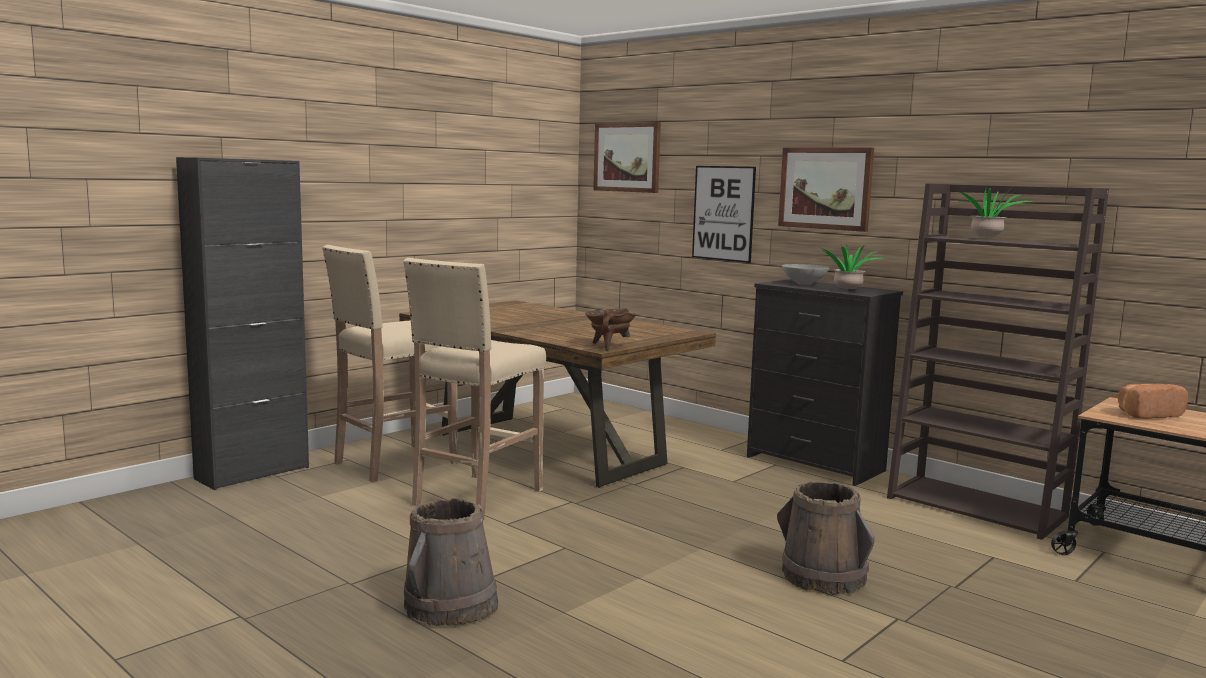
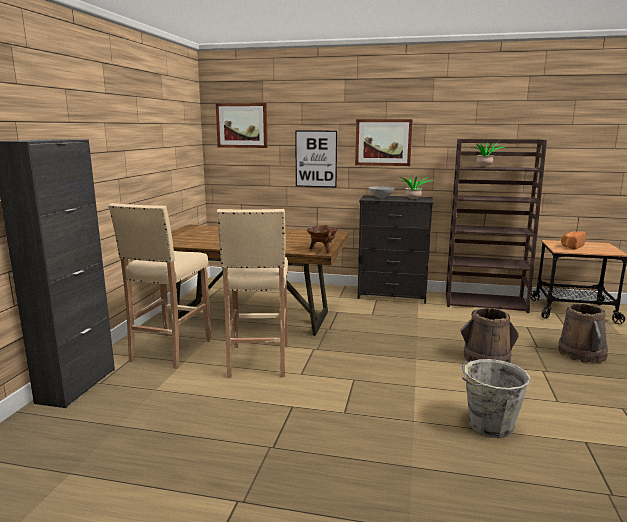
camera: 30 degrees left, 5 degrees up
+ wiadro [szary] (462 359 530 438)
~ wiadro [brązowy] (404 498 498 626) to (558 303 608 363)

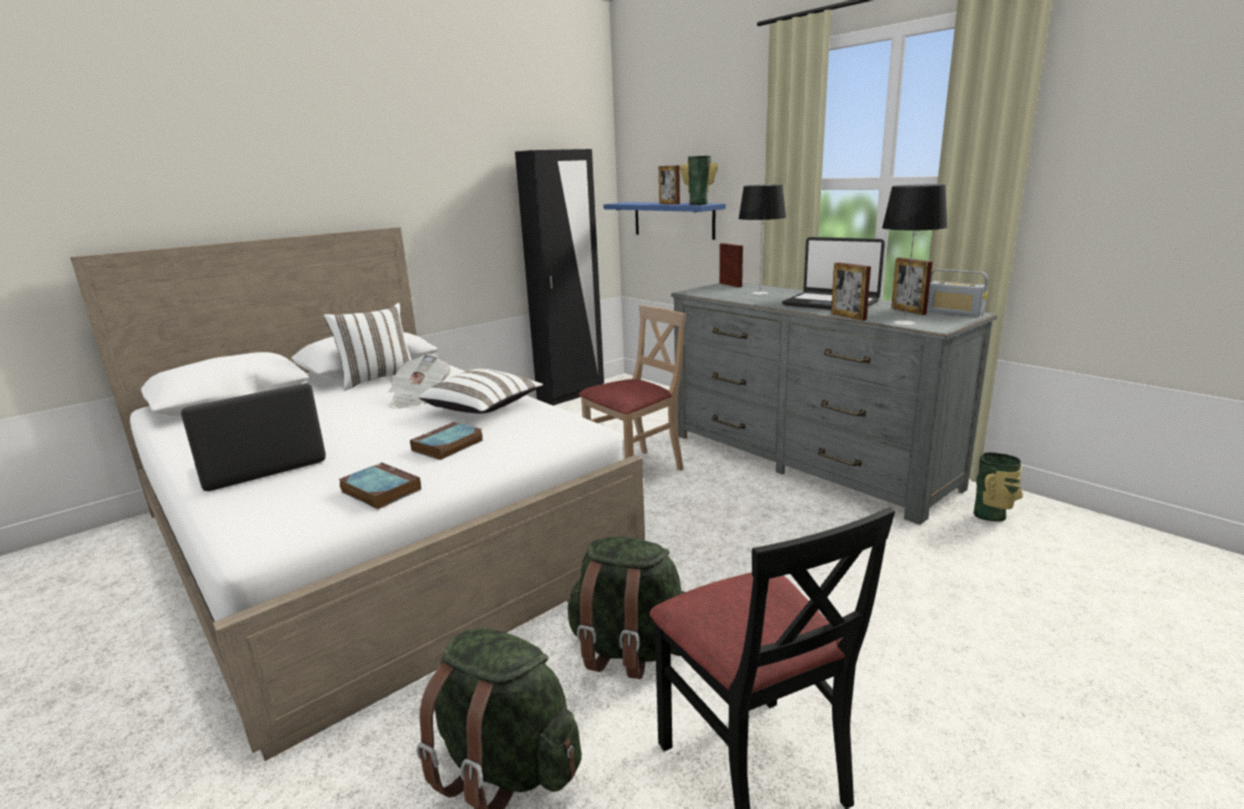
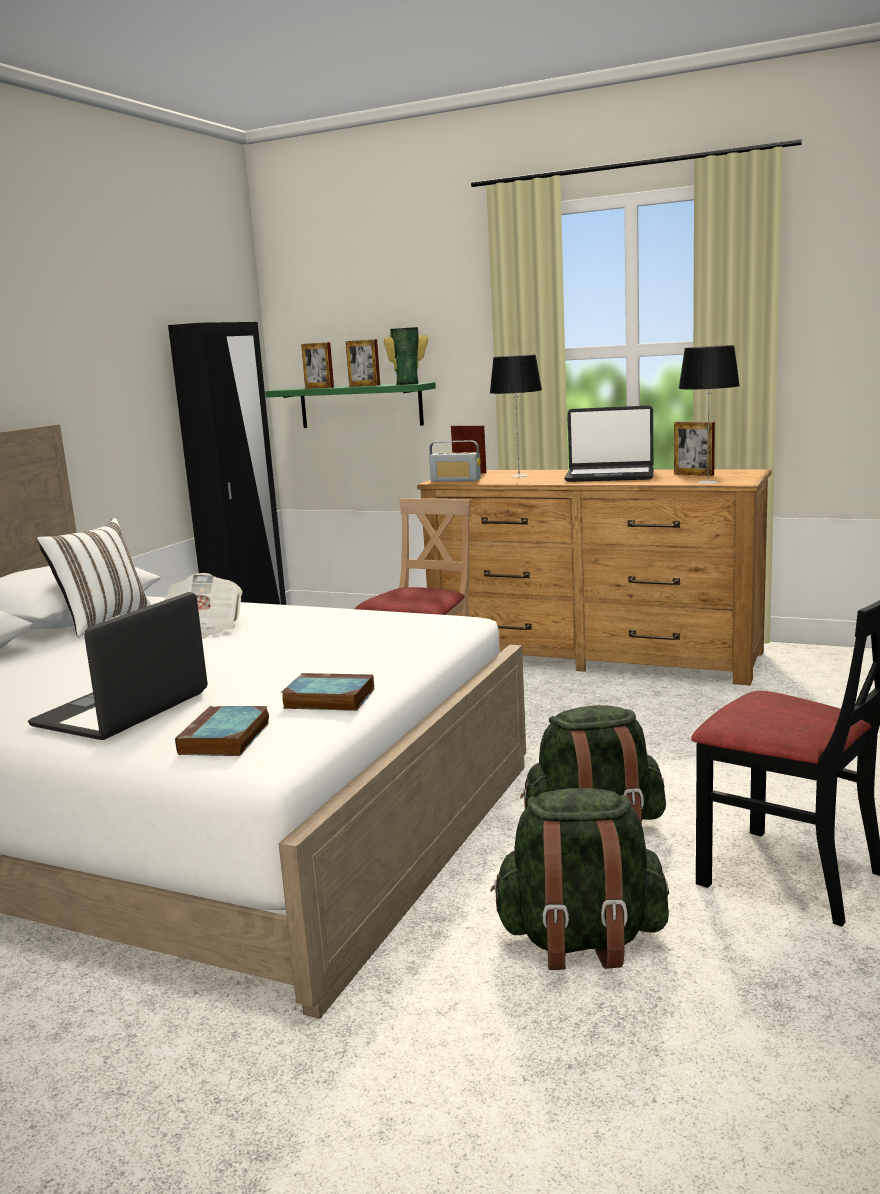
camera: 25 degrees left, 5 degrees down
- poduszka [biały] (419 369 543 413)
- wazon (974 452 1023 521)
~ książka (410 422 483 460) to (175 706 269 756)
~ ramka na zdjęcie (831 262 871 321) to (301 342 334 389)
~ radio (927 269 988 316) to (429 440 481 482)
~ półka [niebieski] (603 202 725 240) to półka [zielony] (265 382 436 428)
~ komoda [szary] (671 283 997 525) to komoda [brązowy] (417 469 771 685)

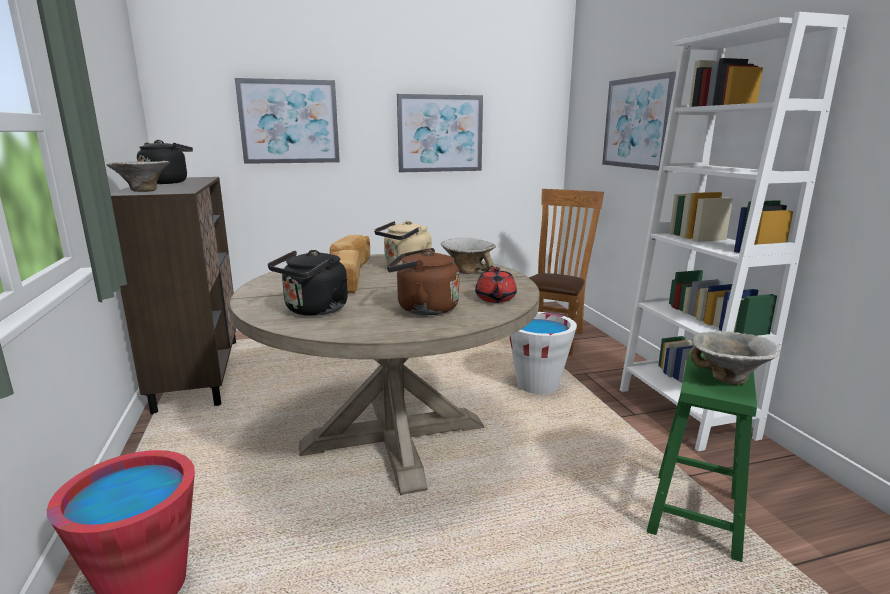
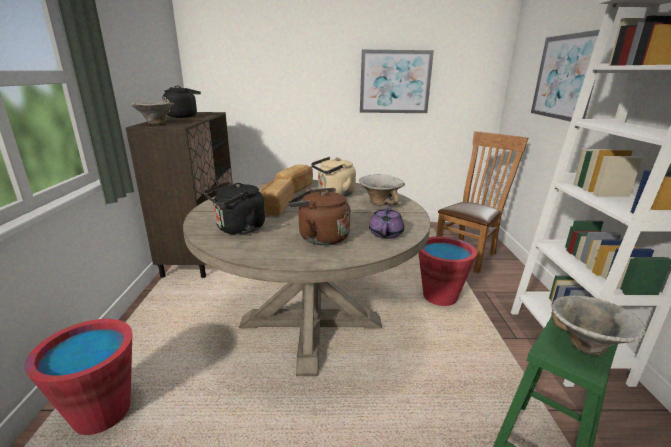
camera: 15 degrees right, 5 degrees up
- obraz (235 78 340 164)
~ imbryk [czerwony] (475 266 517 303) to imbryk [fioletowy] (369 204 404 239)
~ wiadro [biały] (509 312 577 394) to wiadro [czerwony] (419 236 477 306)

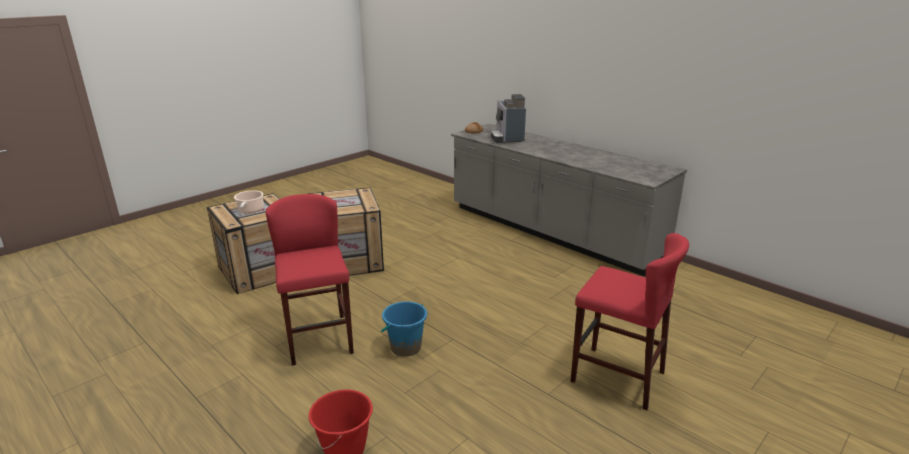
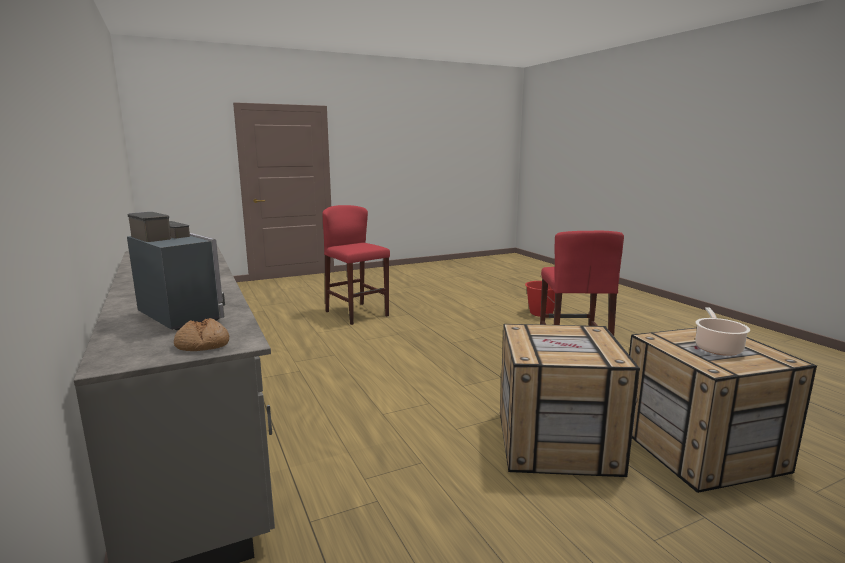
camera: 160 degrees left, 10 degrees down
- wiadro [niebieski] (381 301 427 357)
~ ekspres do kawy (491 94 526 143) = (127 212 225 330) 60 degrees counterclockwise

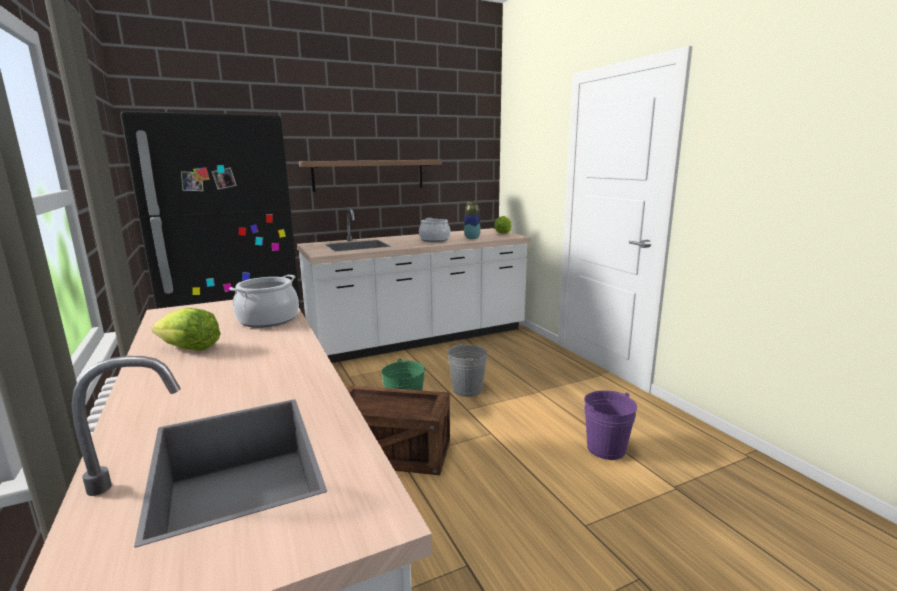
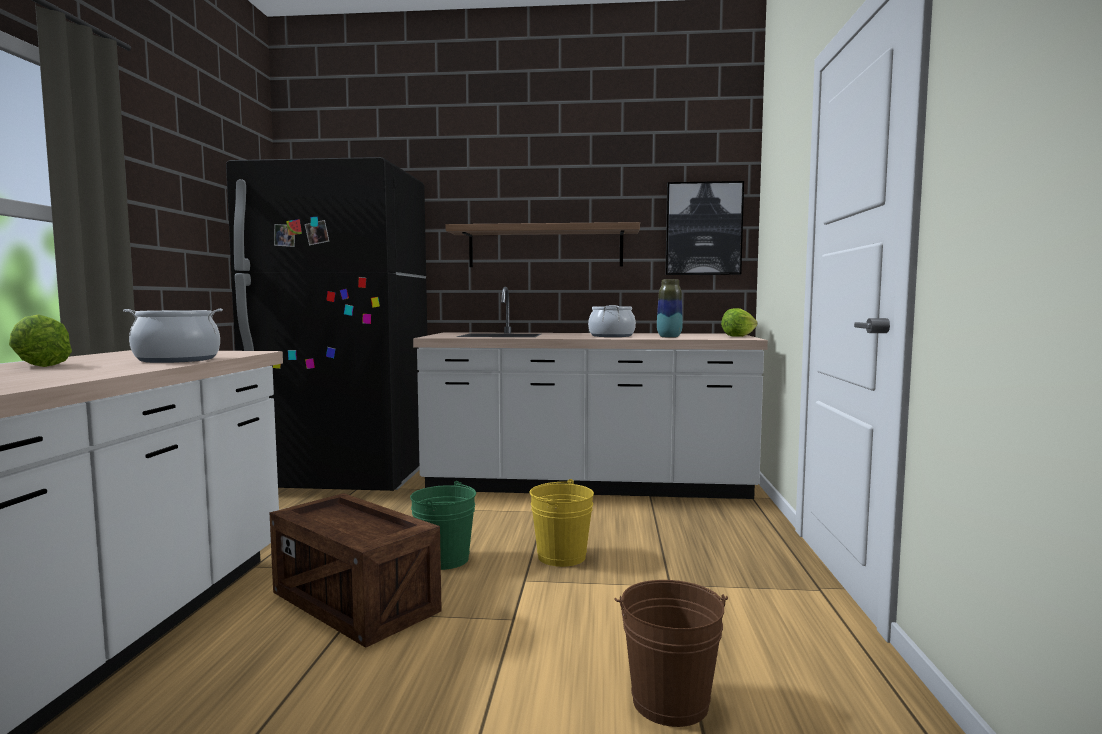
camera: 30 degrees right, 10 degrees down
+ obraz (665 181 744 275)
~ wiadro [szary] (447 342 487 397) to wiadro [żółty] (530 479 594 567)
~ wiadro [fioletowy] (584 390 637 460) to wiadro [brązowy] (614 580 728 727)

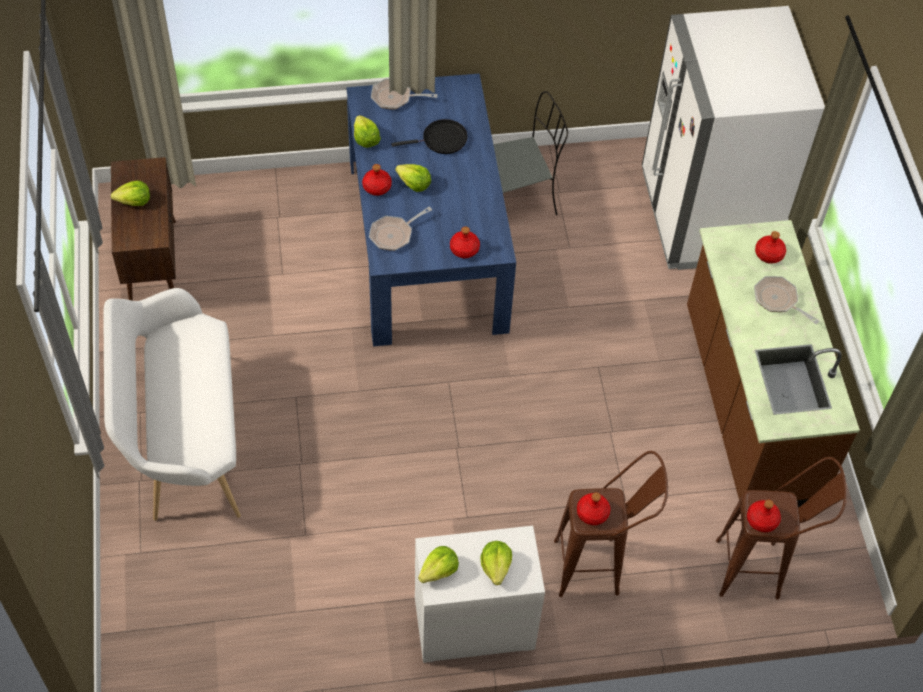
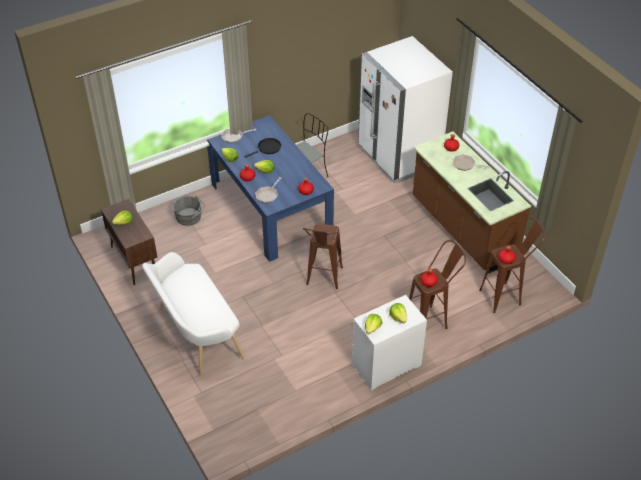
camera: 20 degrees left, 10 degrees down
+ wiadro [szary] (172 195 205 226)
+ stołek [brązowy] (303 224 343 289)

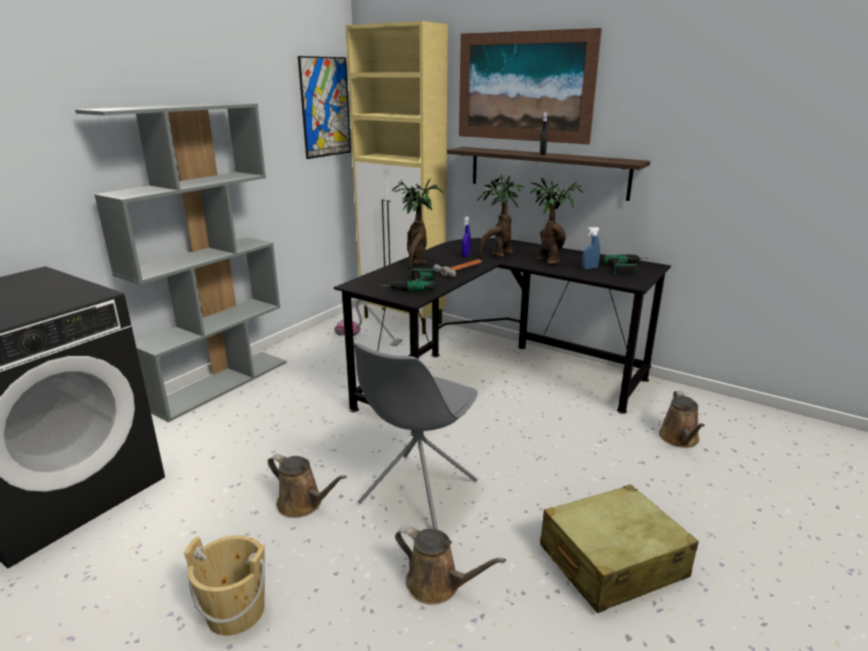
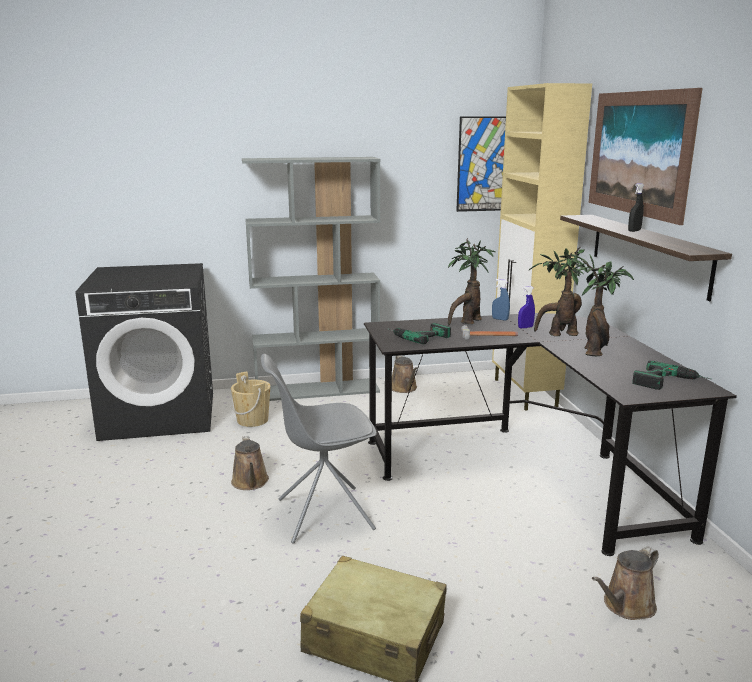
camera: 45 degrees right, 5 degrees down
- odkurzacz (334 299 403 346)
~ wiadro [beżowy] (184 535 265 636) to (231 371 271 427)
~ konewka [brązowy] (395 526 506 604) to (392 355 417 393)
~ spryskiwacz [niebieski] (582 227 600 269) to (492 279 510 321)

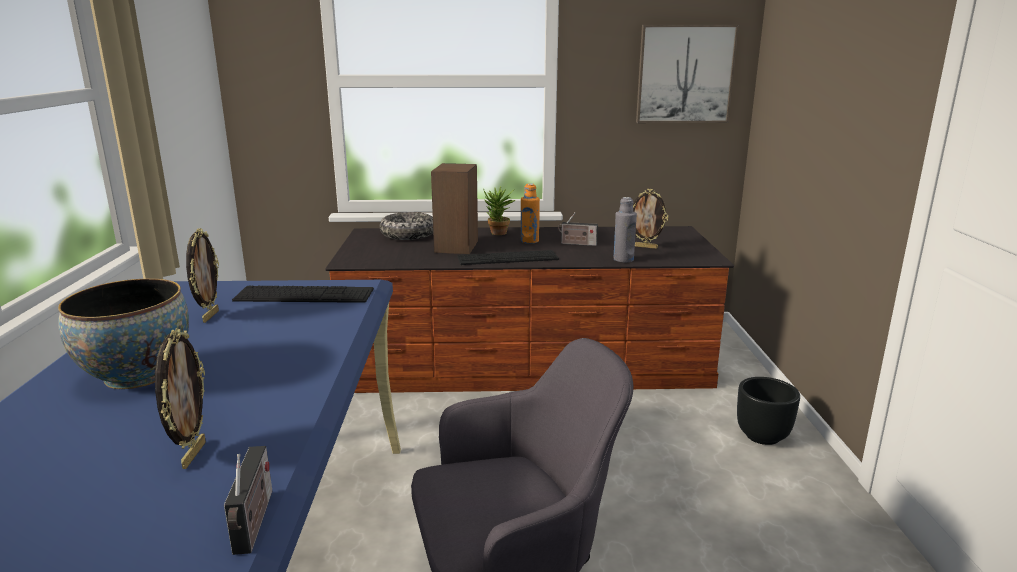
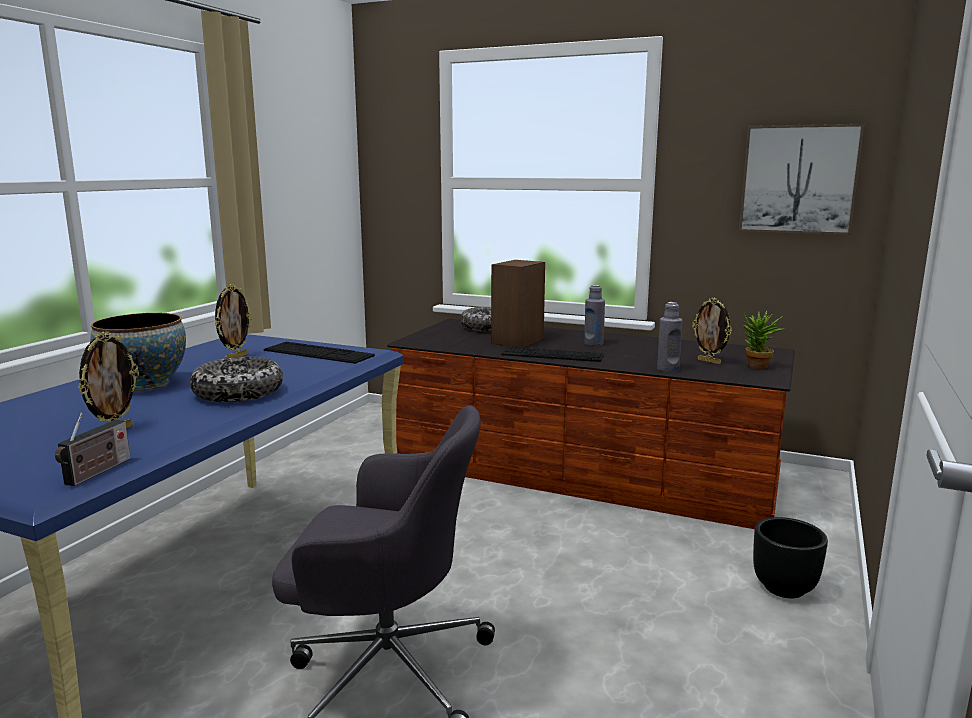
camera: 25 degrees right, 5 degrees down
- radio (558 212 598 246)
+ miska (190 357 283 402)
~ roślina doniczkowa (483 186 515 235) to (744 311 785 369)
~ butelka [pomarańczowy] (521 183 540 244) to butelka [szary] (584 285 605 346)

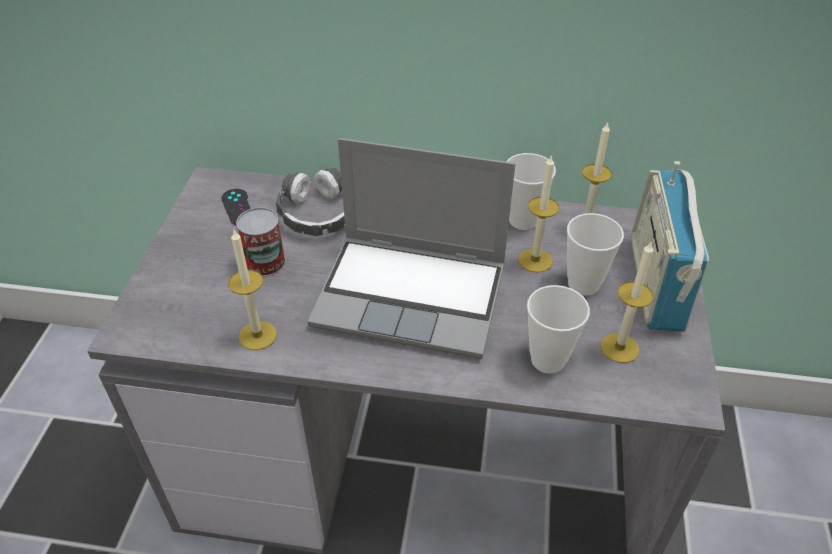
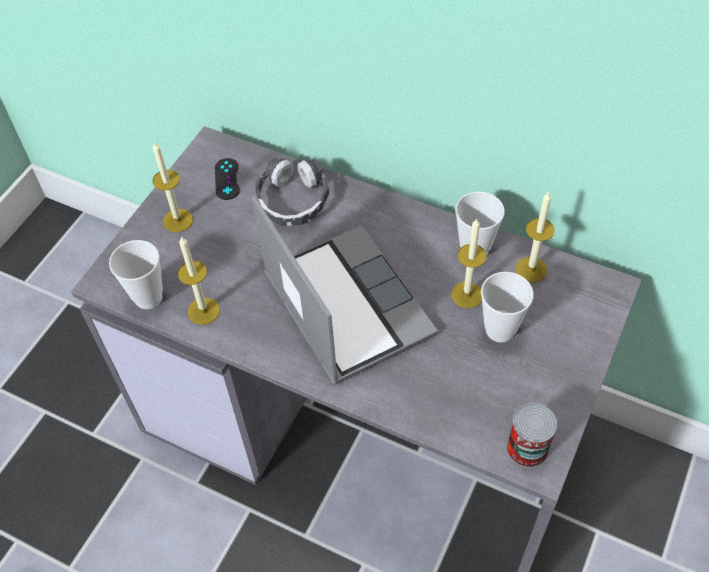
camera: 20 degrees right, 10 degrees up
- radio (631 161 709 332)
~ puszka (236 207 286 277) to (507 403 557 468)
~ filiżanka (527 285 590 374) to (109 240 163 309)
~ świeca (600 241 654 363) to (153 141 193 232)
~ laptop (308 138 515 359) = (252 195 438 385) 150 degrees counterclockwise

